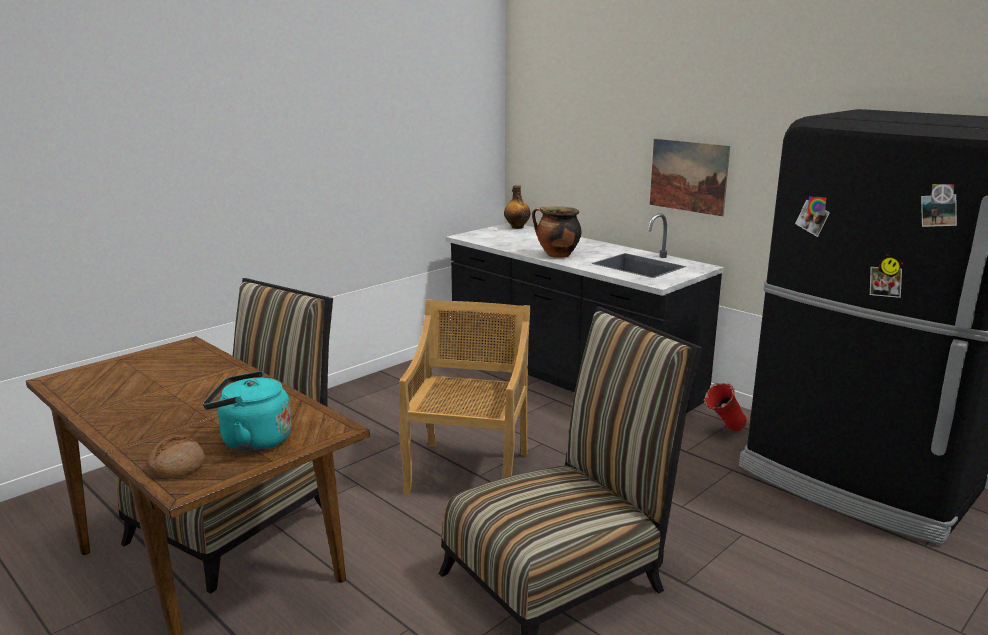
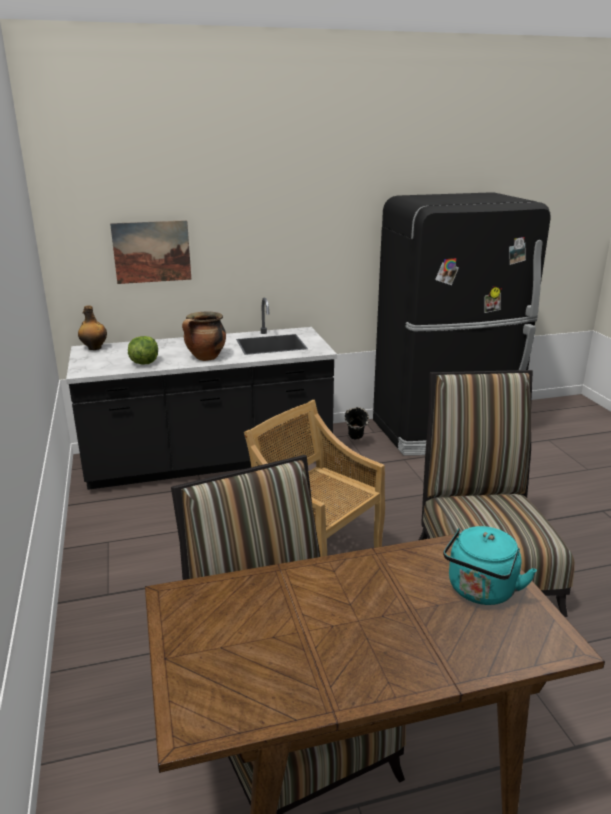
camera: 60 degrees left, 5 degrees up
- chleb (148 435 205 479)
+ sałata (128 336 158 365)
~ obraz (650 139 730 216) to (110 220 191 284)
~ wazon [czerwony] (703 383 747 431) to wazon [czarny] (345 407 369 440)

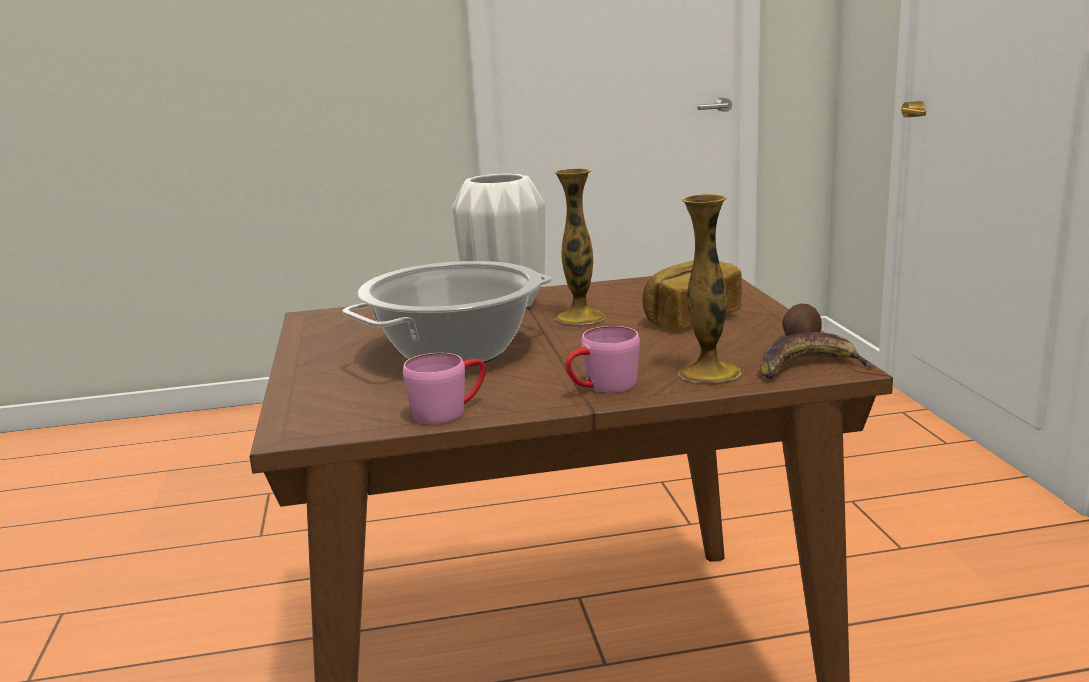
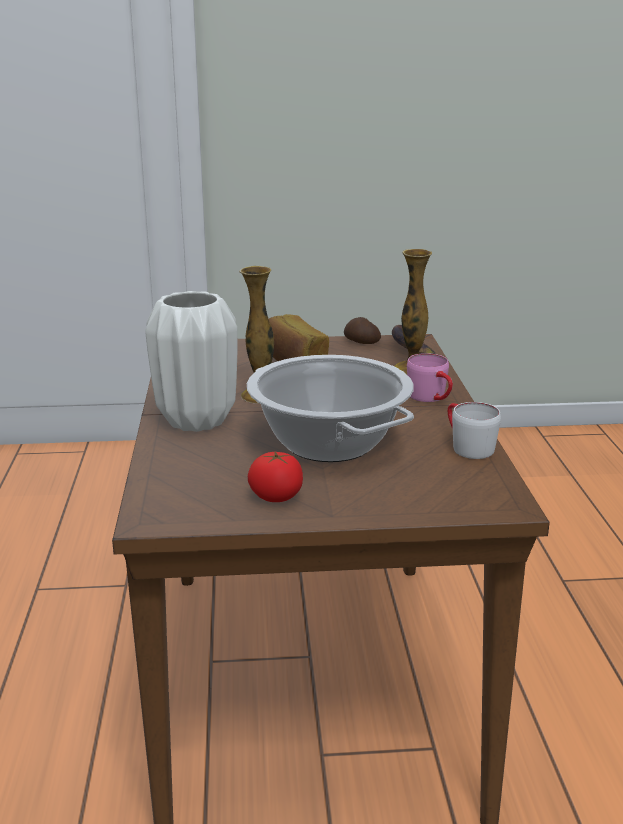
camera: 85 degrees left, 5 degrees up
+ pomidor (248 452 303 502)
~ kubek [różowy] (403 353 486 425) to kubek [biały] (448 402 501 459)

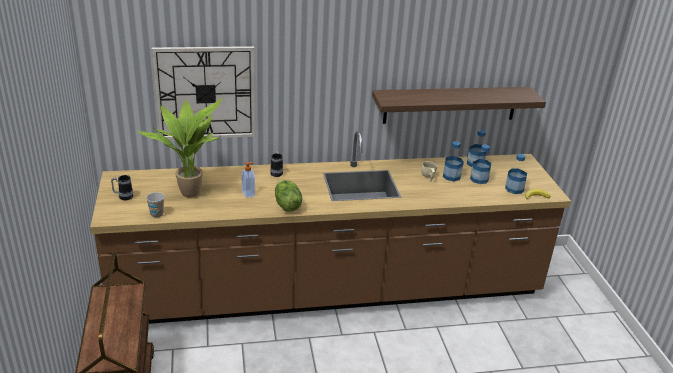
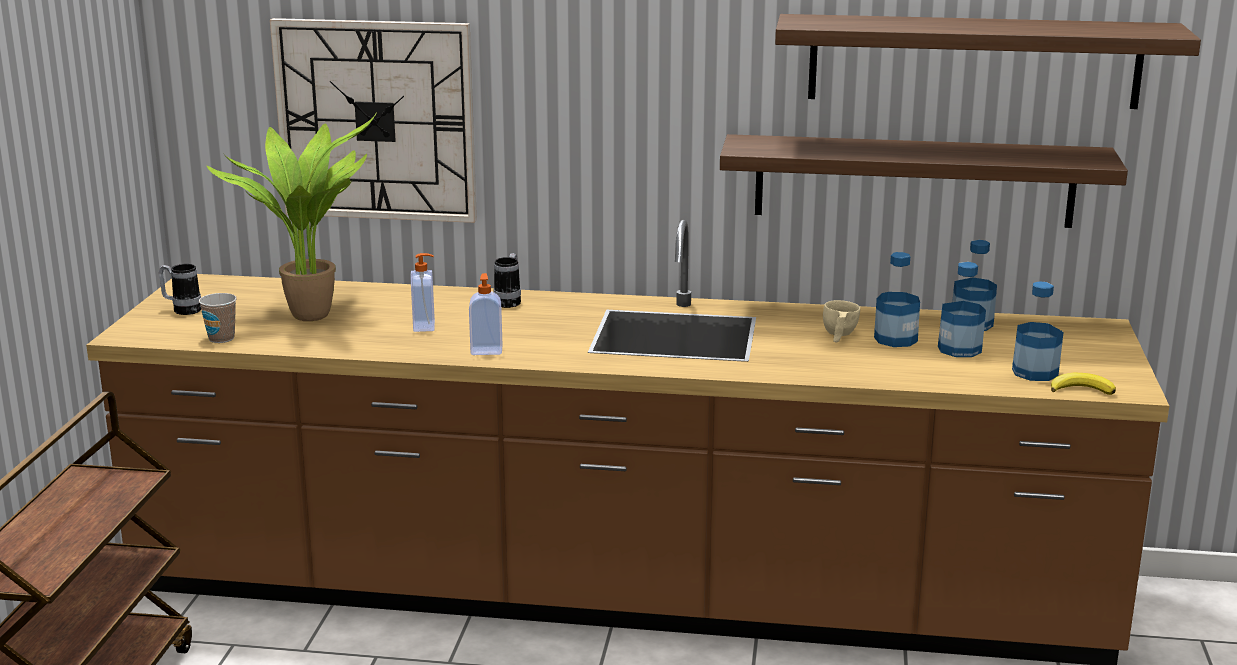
camera: 20 degrees right, 10 degrees down
+ półka (775 14 1201 109)
~ sałata (275 180 302 212) to dozownik mydła (469 273 502 355)

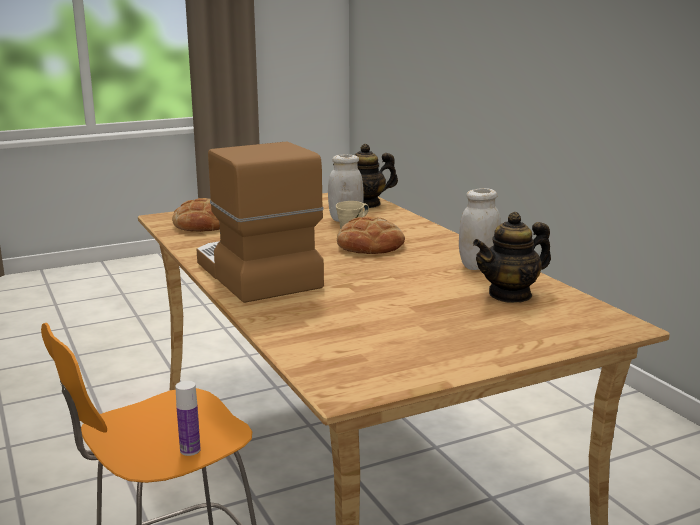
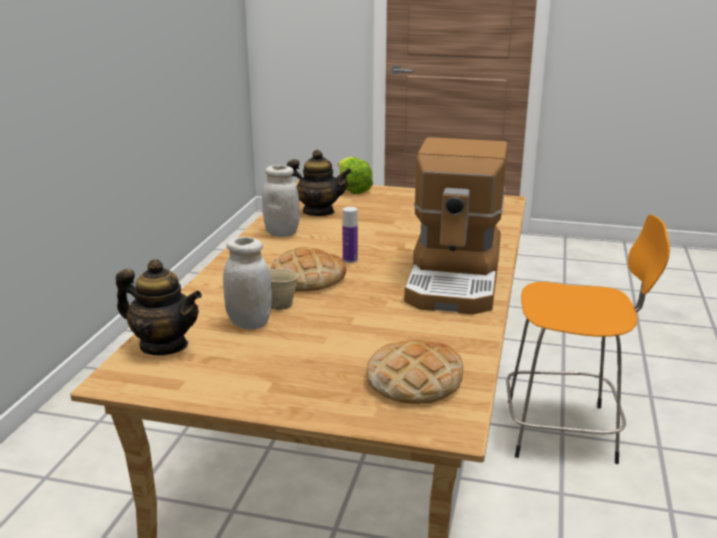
camera: 140 degrees left, 5 degrees up
+ sałata (338 157 373 194)
~ butelka (175 381 200 456) to (342 207 358 263)

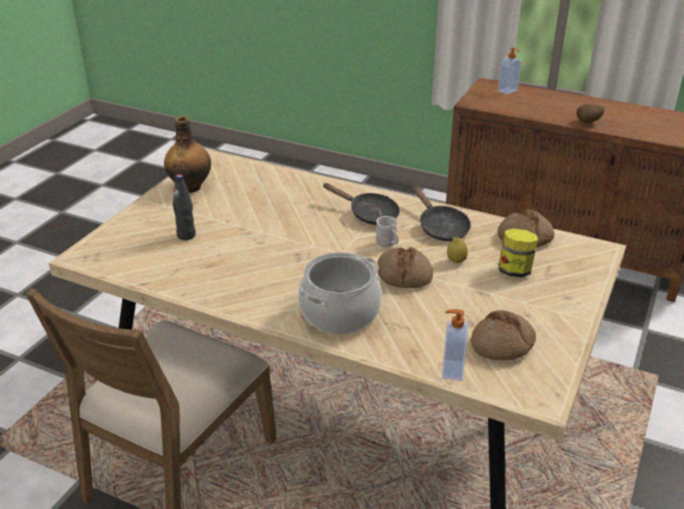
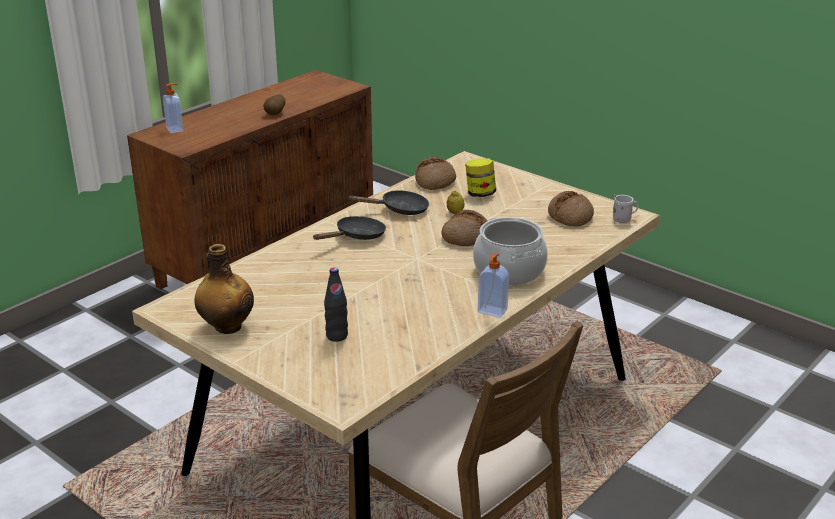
camera: 75 degrees left, 5 degrees down
~ kubek [biały] (376 210 398 247) to (613 194 639 223)
~ dozownik mydła (442 309 468 381) to (478 253 509 318)

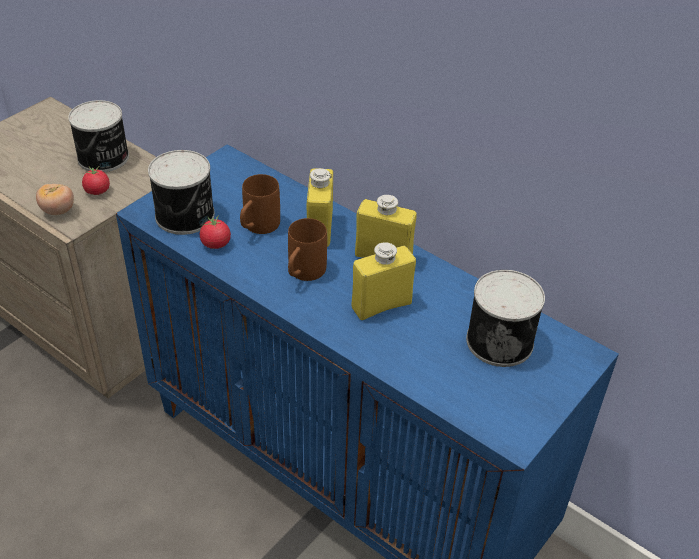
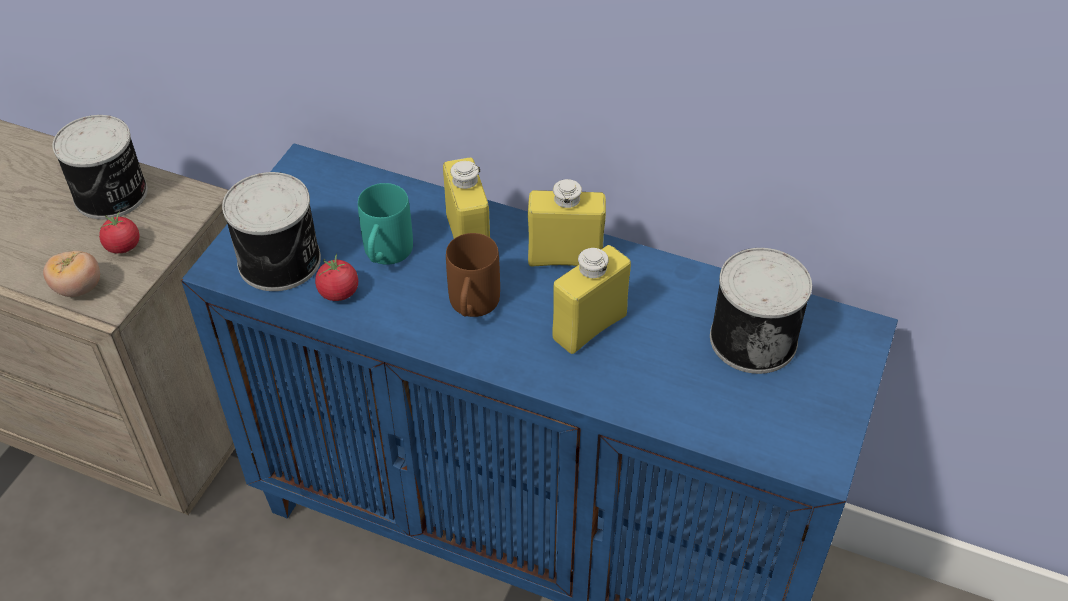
camera: 15 degrees left, 5 degrees up
~ kubek [brązowy] (240 174 280 234) to kubek [turkusowy] (358 183 413 265)

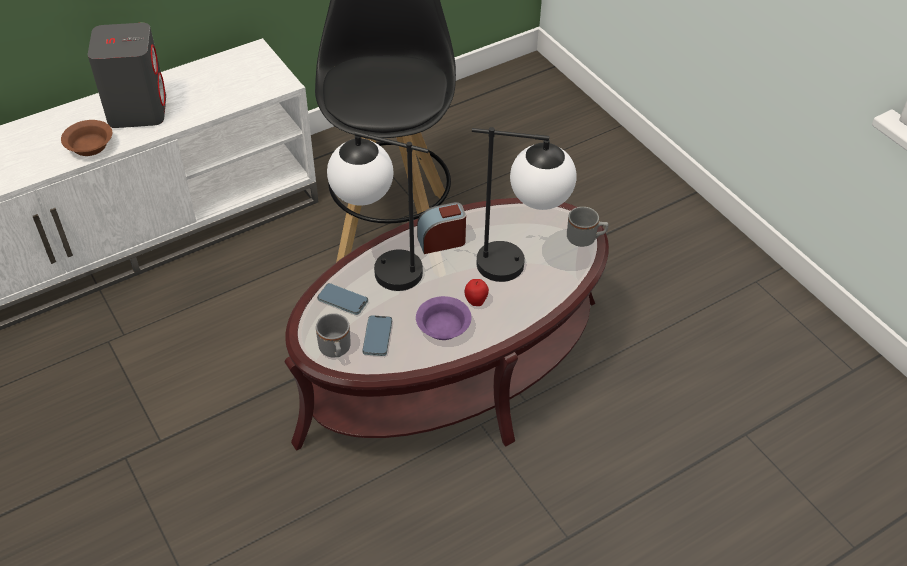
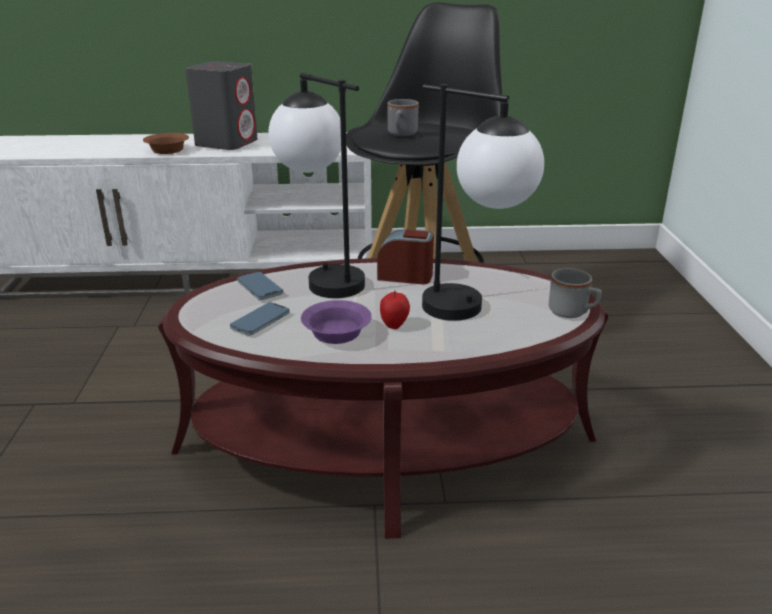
camera: 30 degrees right, 20 degrees down
~ kubek [szary] (316 313 351 358) to (387 99 419 136)

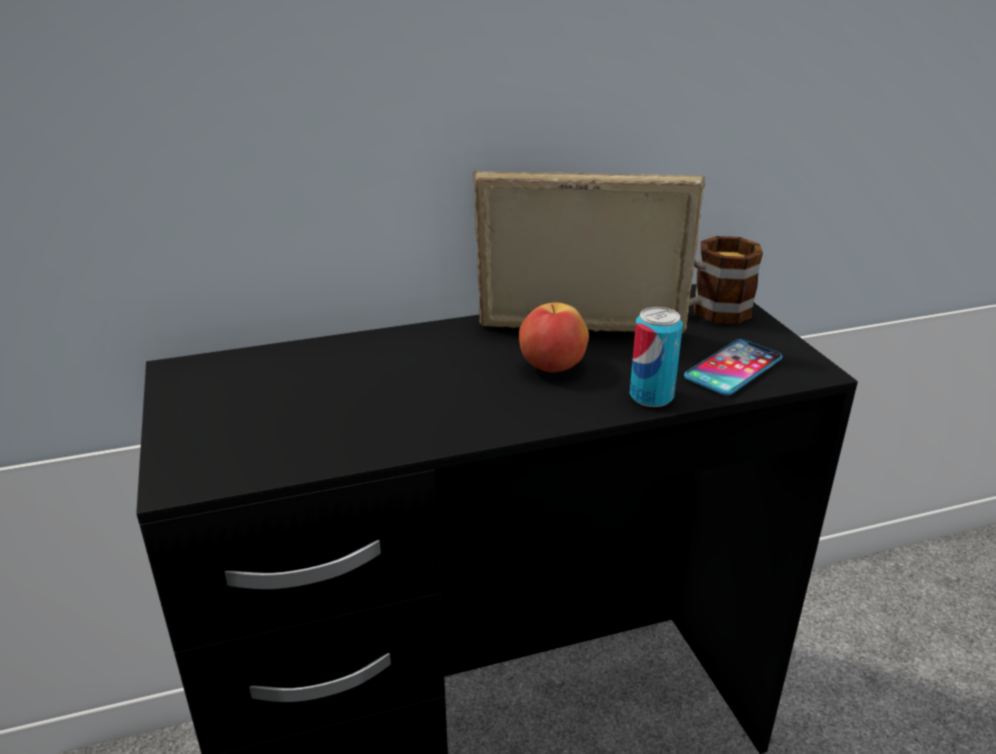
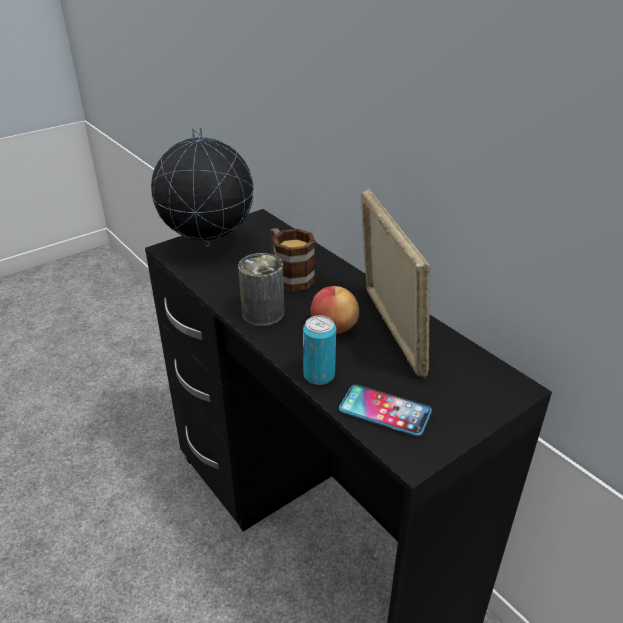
camera: 70 degrees right, 5 degrees up
+ globus (151 127 254 247)
+ puszka (238 253 284 326)
~ kubek (689 236 763 324) to (270 228 315 292)

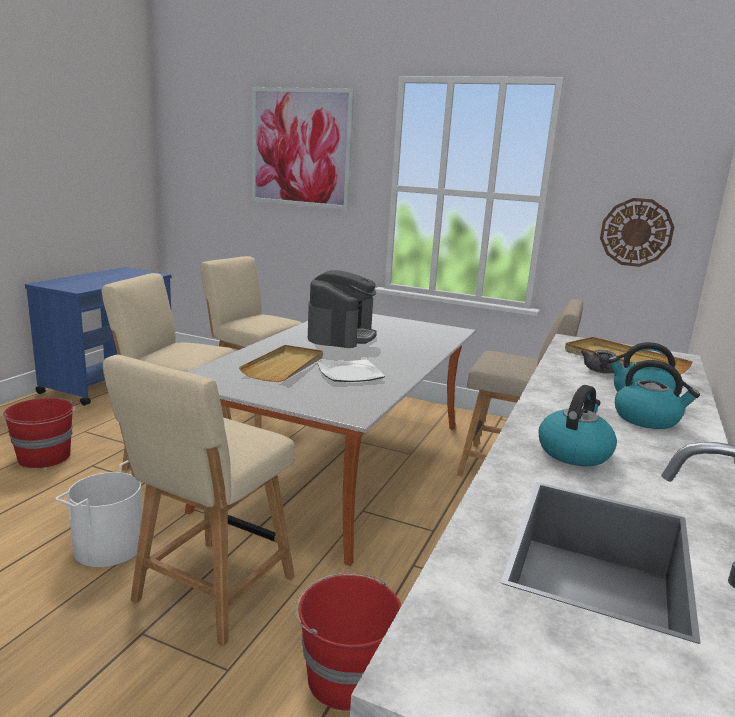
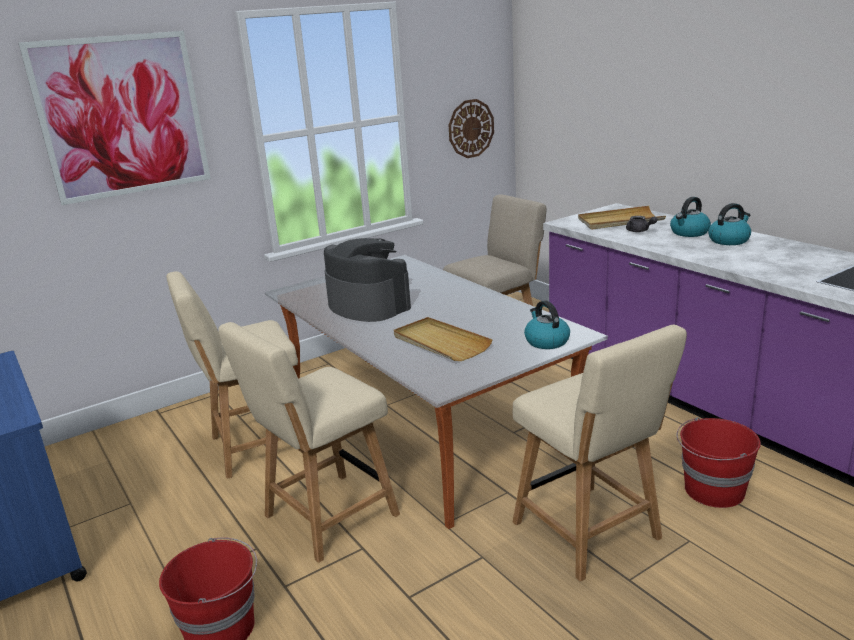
camera: 55 degrees left, 5 degrees up
- wiadro [biały] (55 460 143 567)
- talerz (318 359 385 382)
~ czajnik (538 385 617 466) to (524 300 570 349)

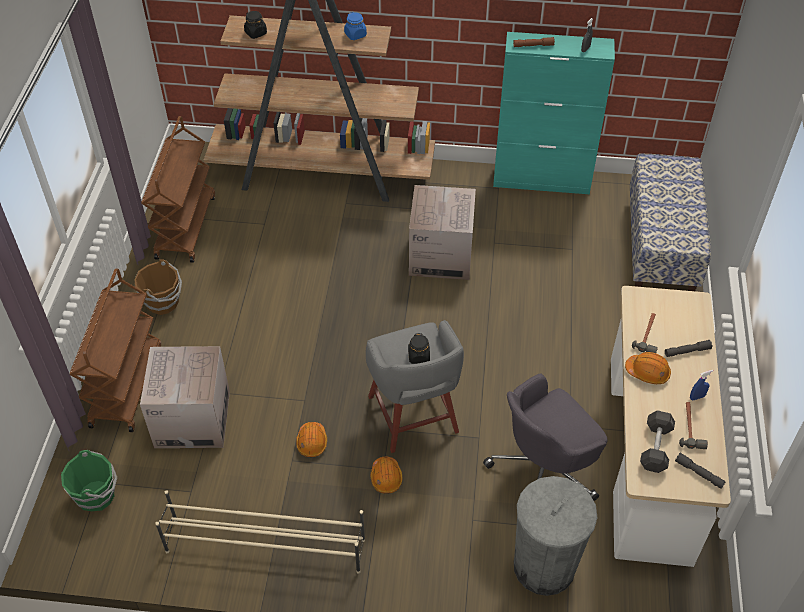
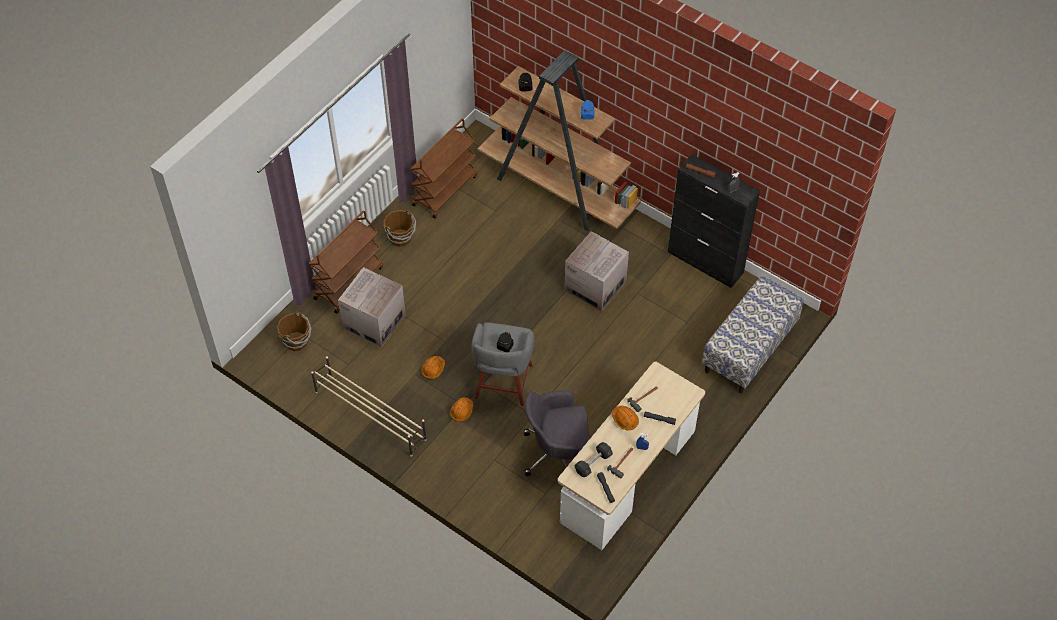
camera: 30 degrees right, 5 degrees up
- kosz na śmieci [szary] (514 476 598 596)
~ wiadro [zielony] (61 450 117 511) to wiadro [brązowy] (277 311 311 351)
~ szafka [turkusowy] (493 32 615 194) to szafka [czarny] (668 154 760 288)

